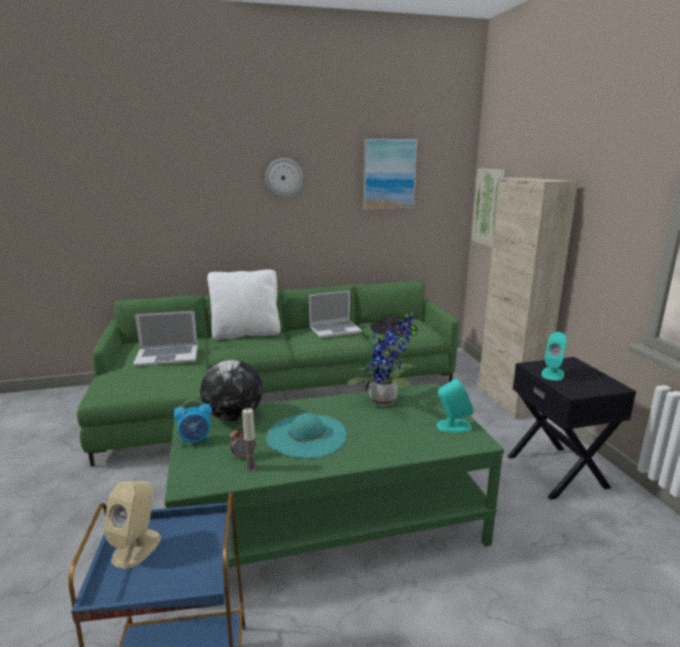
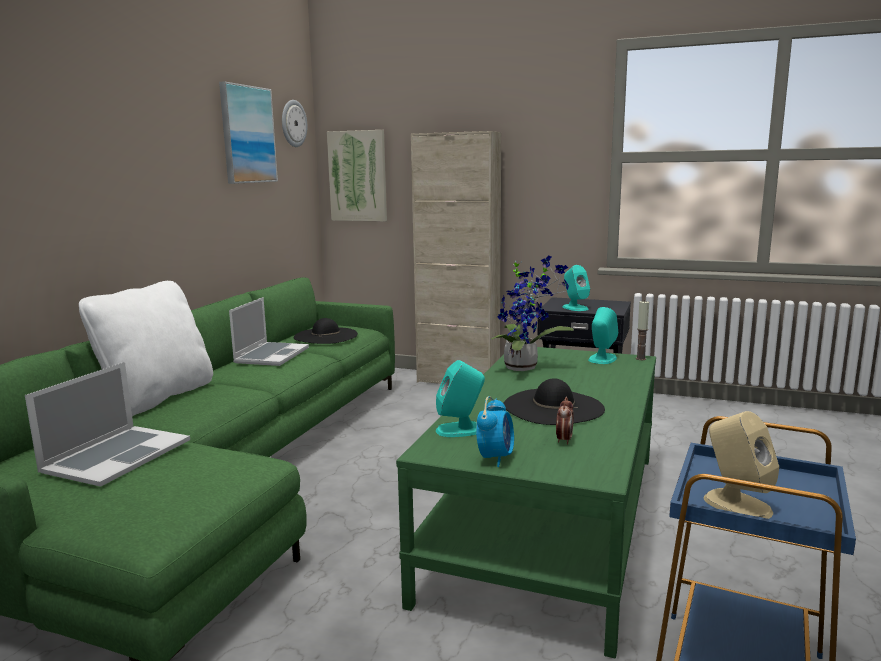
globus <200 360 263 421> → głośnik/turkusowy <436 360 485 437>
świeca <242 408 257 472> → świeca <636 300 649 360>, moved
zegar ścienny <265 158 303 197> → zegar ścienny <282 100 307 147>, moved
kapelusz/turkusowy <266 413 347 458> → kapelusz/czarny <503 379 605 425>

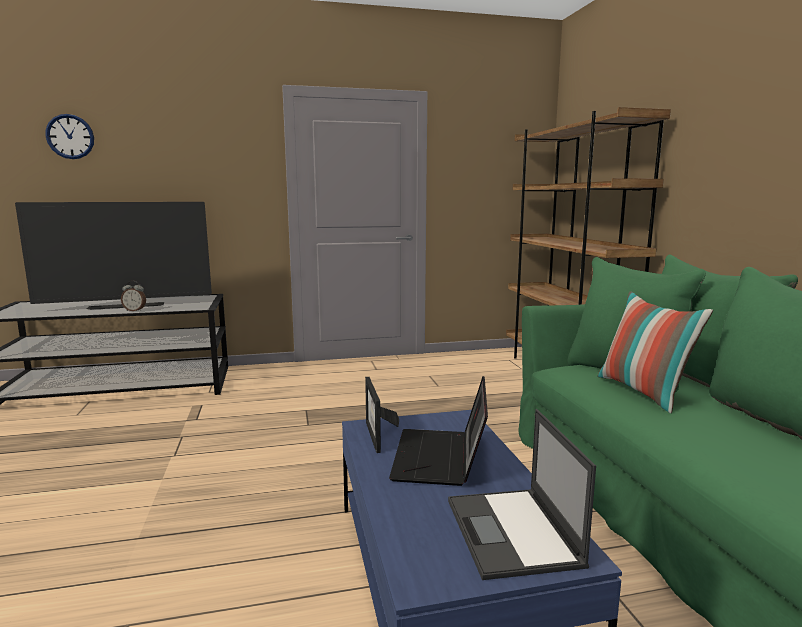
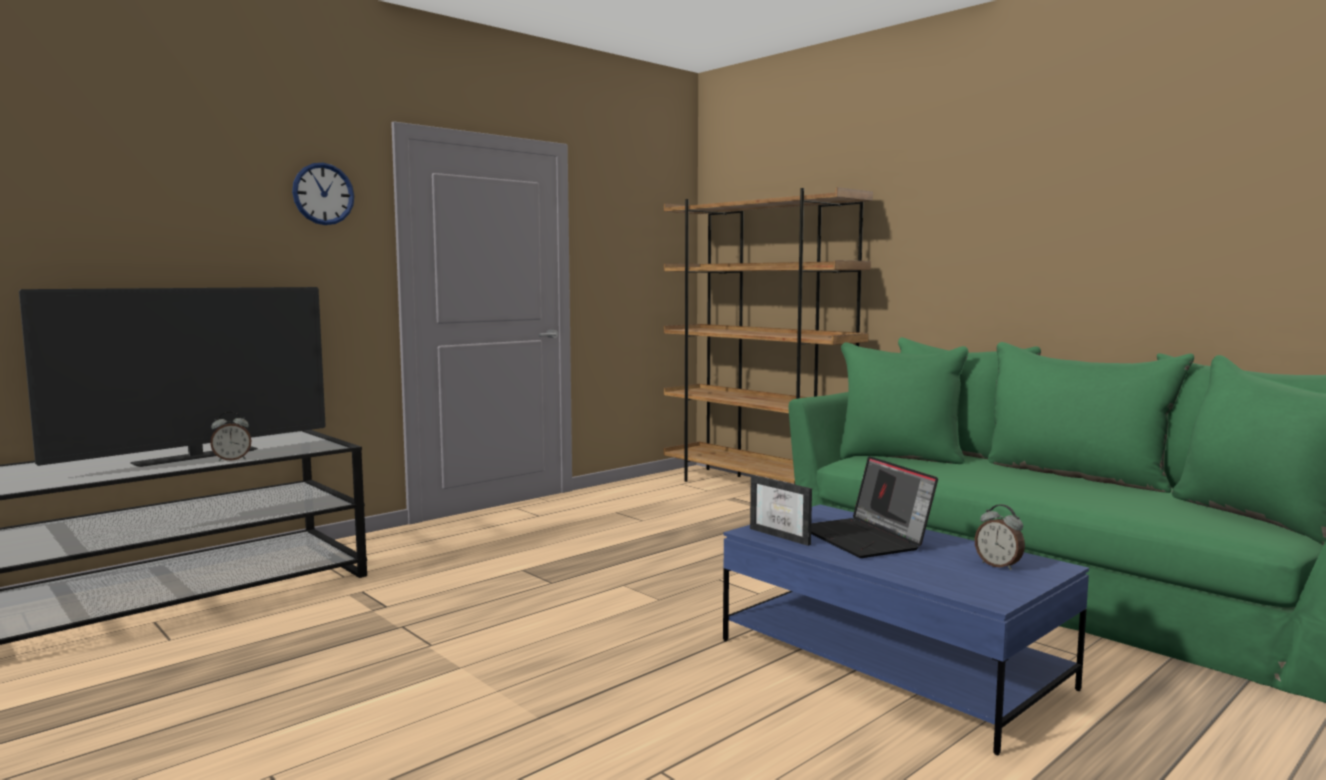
zegar ścienny <45 114 94 159> → zegar ścienny <292 163 354 225>, moved
laptop <448 409 596 580> → budzik <975 504 1025 570>
poduszka <597 291 713 413> → -

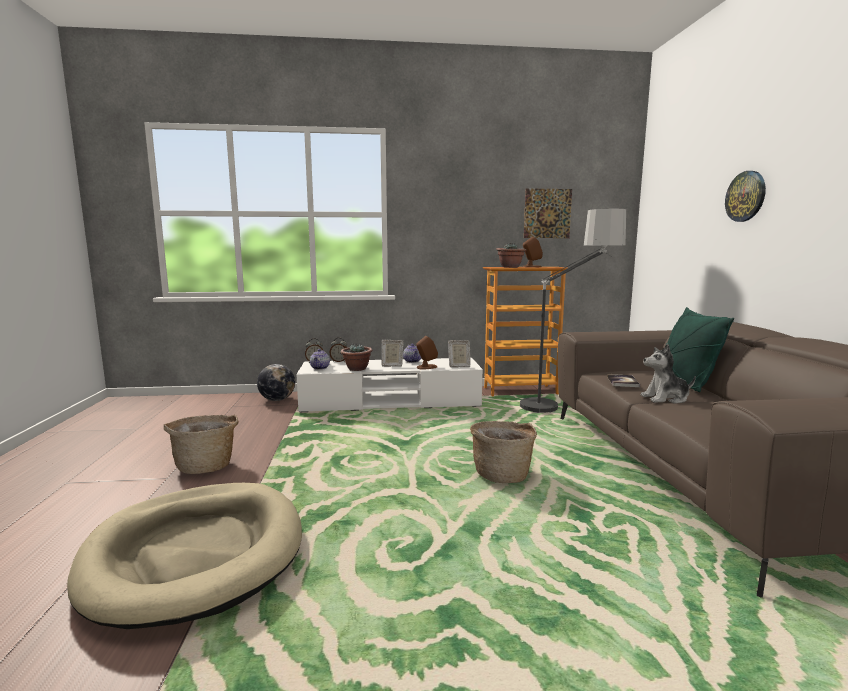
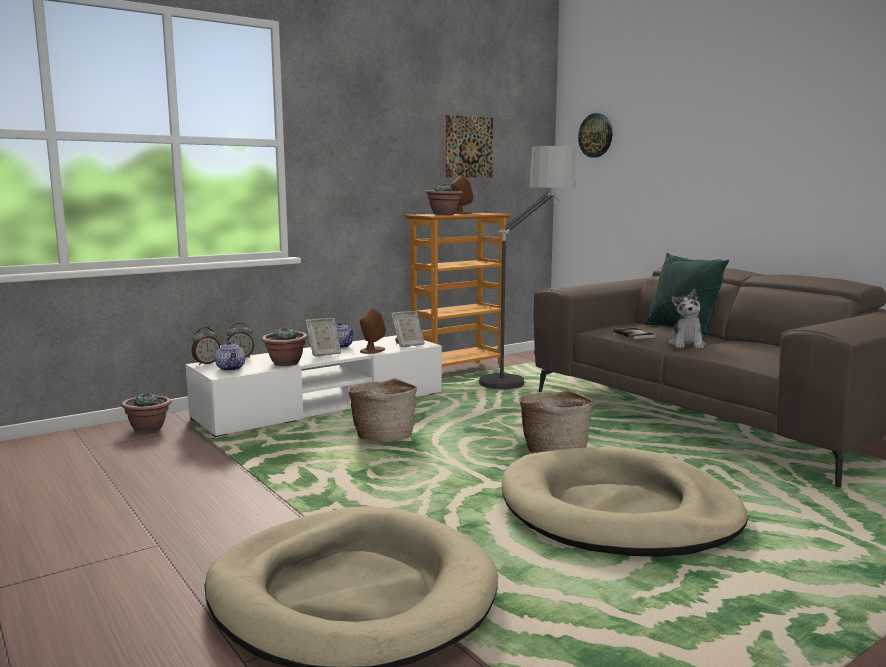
koszyk <164 415 239 474> → koszyk <348 378 417 442>, moved
globus <257 364 295 401> → roślina doniczkowa <121 392 171 433>
pluszak <641 344 696 404> → pluszak <668 289 705 349>, 45 degrees counterclockwise
zegar ścienny <725 171 766 222> → zegar ścienny <578 113 613 158>, moved
- → legowisko/beżowy <502 447 748 557>

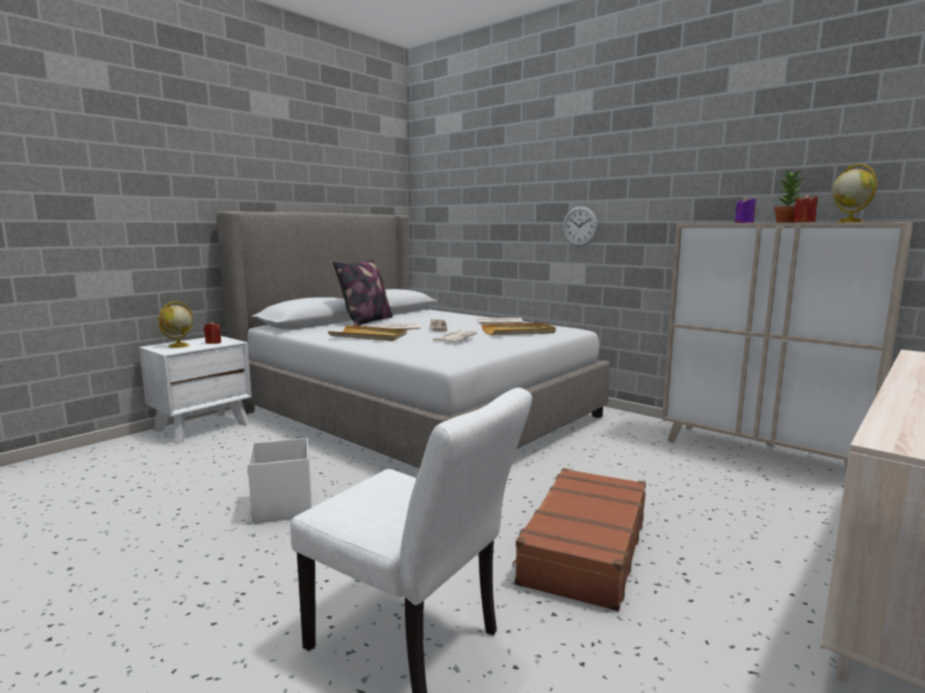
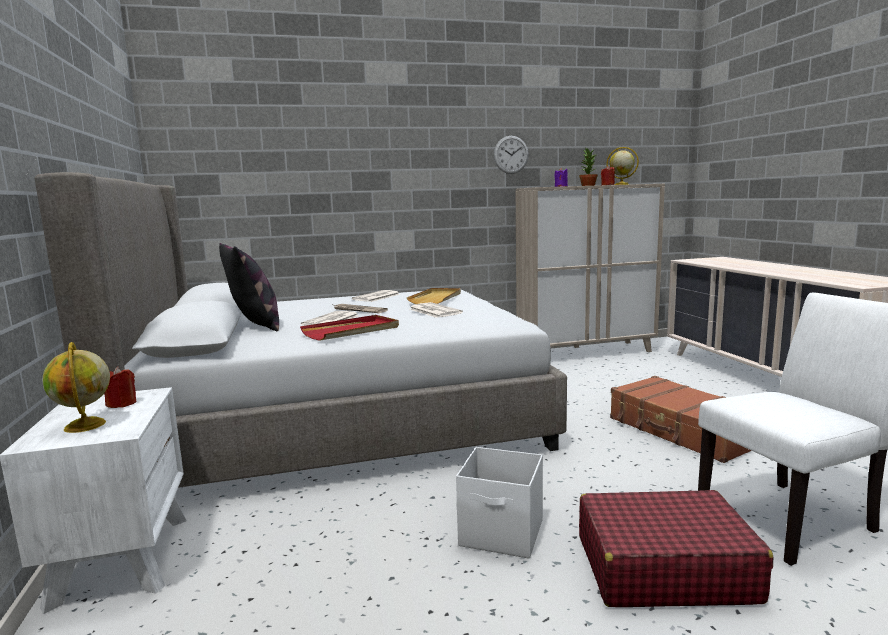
taca/beżowy <328 325 407 341> → taca/czerwony <300 315 399 341>
zegar ścienny <563 206 598 247> → zegar ścienny <494 136 529 174>, moved
- → walizka/czerwony <579 490 773 607>

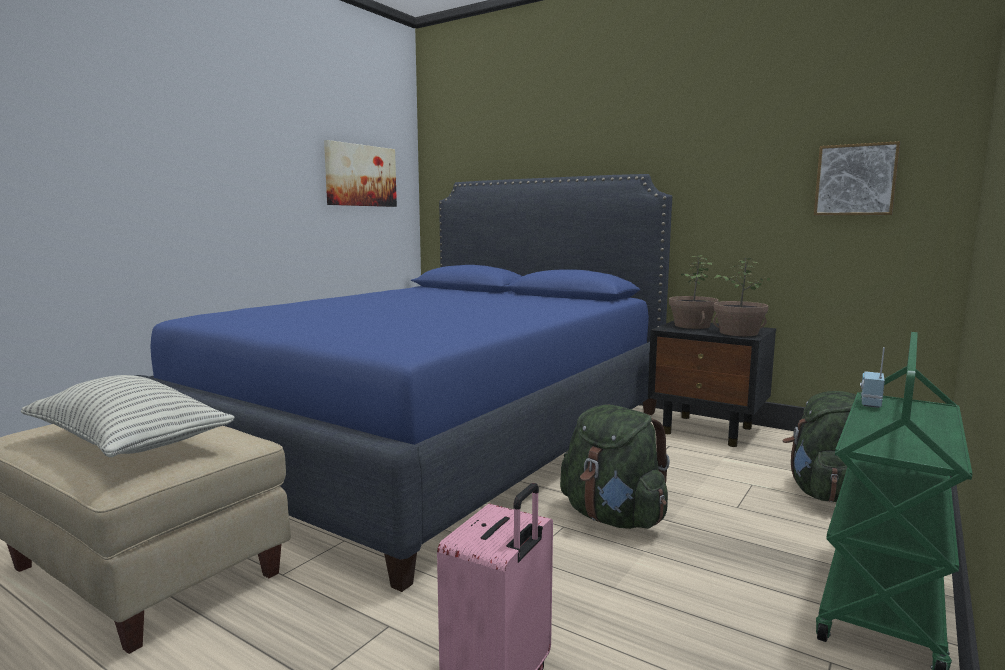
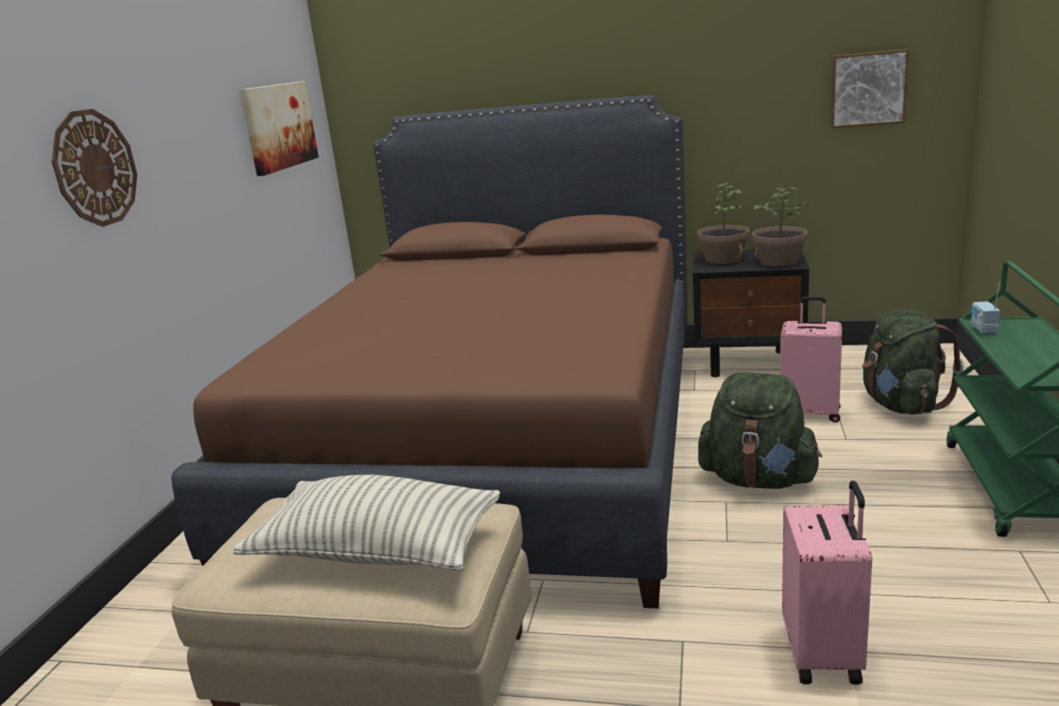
łóżko/niebieski <135 174 672 592> → łóżko/brązowy <171 95 688 609>
- → zegar ścienny <52 109 137 227>
- → walizka/różowy <780 297 842 422>

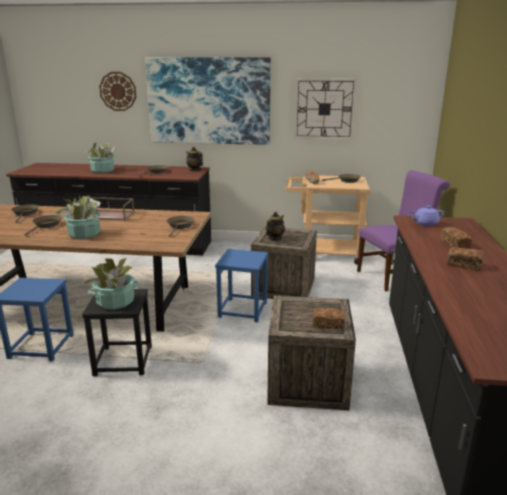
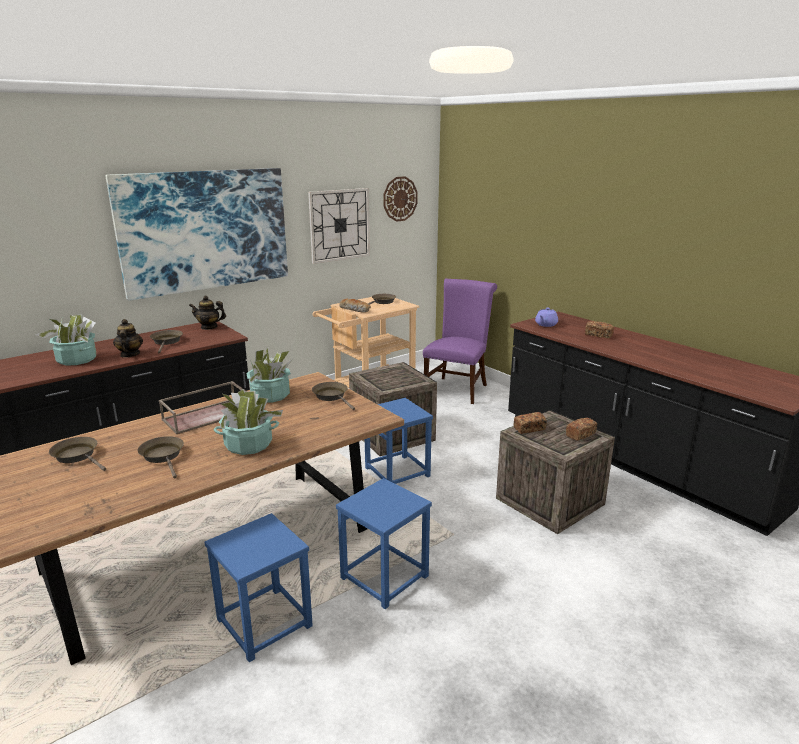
roślina doniczkowa <82 258 139 310> → roślina doniczkowa <246 348 293 403>, moved
stołek/czarny <82 289 152 376> → stołek/niebieski <336 478 432 609>
zegar ścienny <99 72 136 111> → zegar ścienny <383 176 418 222>, moved
imbryk <266 212 285 240> → imbryk <113 319 143 357>, moved
chleb <447 247 484 270> → chleb <514 412 547 434>, moved

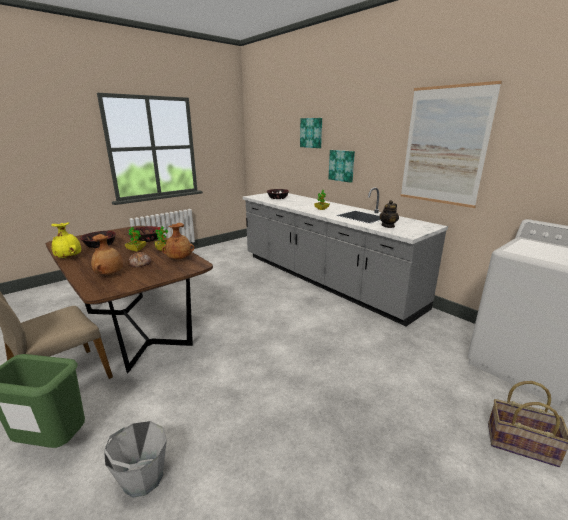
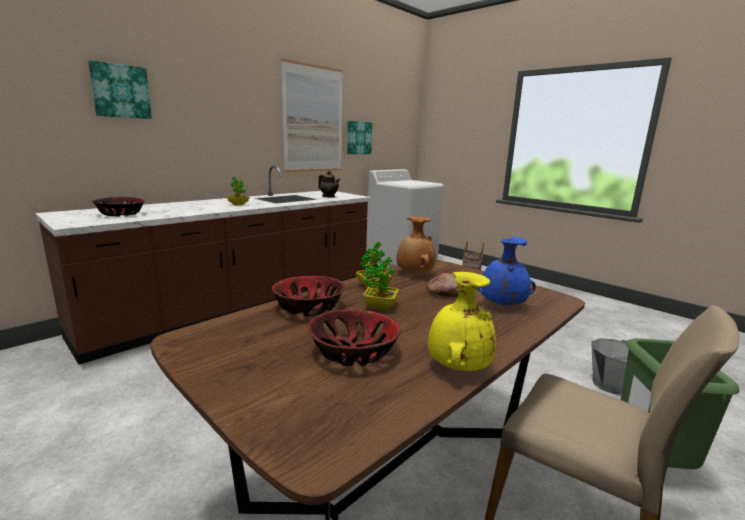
wazon/brązowy <91 234 123 275> → wazon/niebieski <477 237 536 306>
zabudowa kuchenna/szary <243 188 448 326> → zabudowa kuchenna/brązowy <35 165 371 365>
obraz <328 150 355 183> → obraz <347 121 372 154>, moved

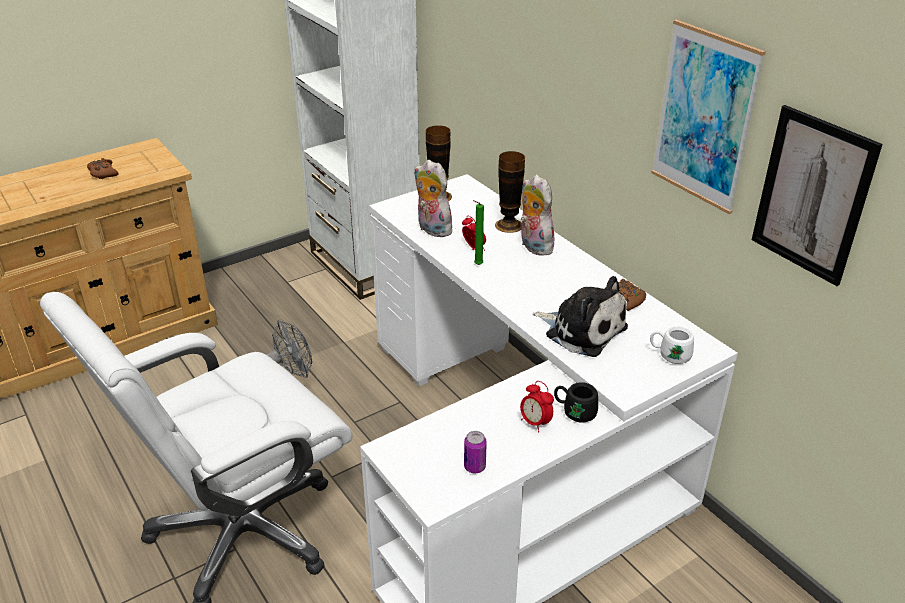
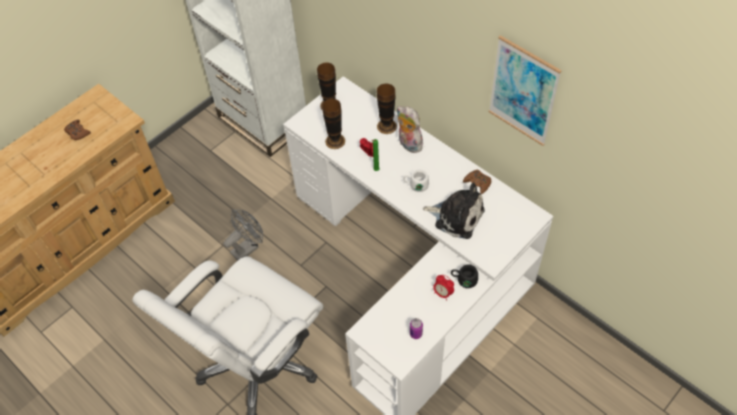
pluszak <414 160 452 237> → wazon <322 99 345 149>
kubek/biały <650 326 694 364> → kubek/biały <403 170 429 192>, moved
obraz <752 105 883 286> → -

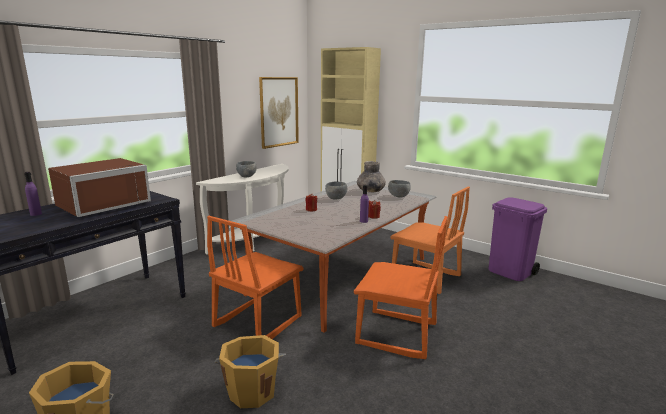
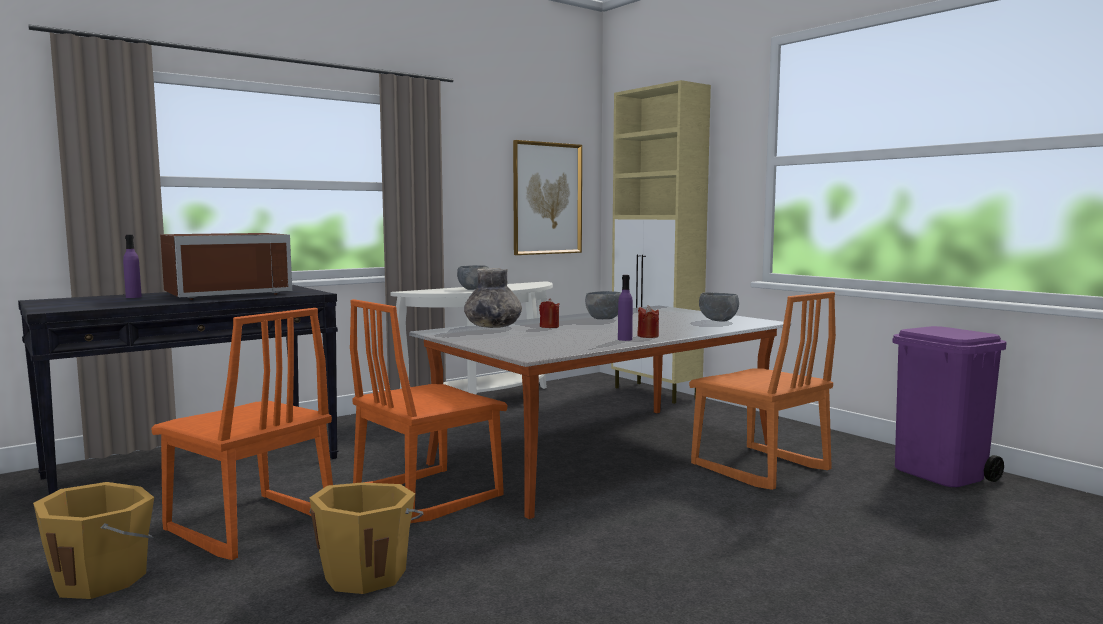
krzesło/pomarańczowy <354 216 447 359> → krzesło/pomarańczowy <151 308 333 560>, moved
wazon/szary <357 161 386 192> → wazon/szary <464 268 522 328>, moved

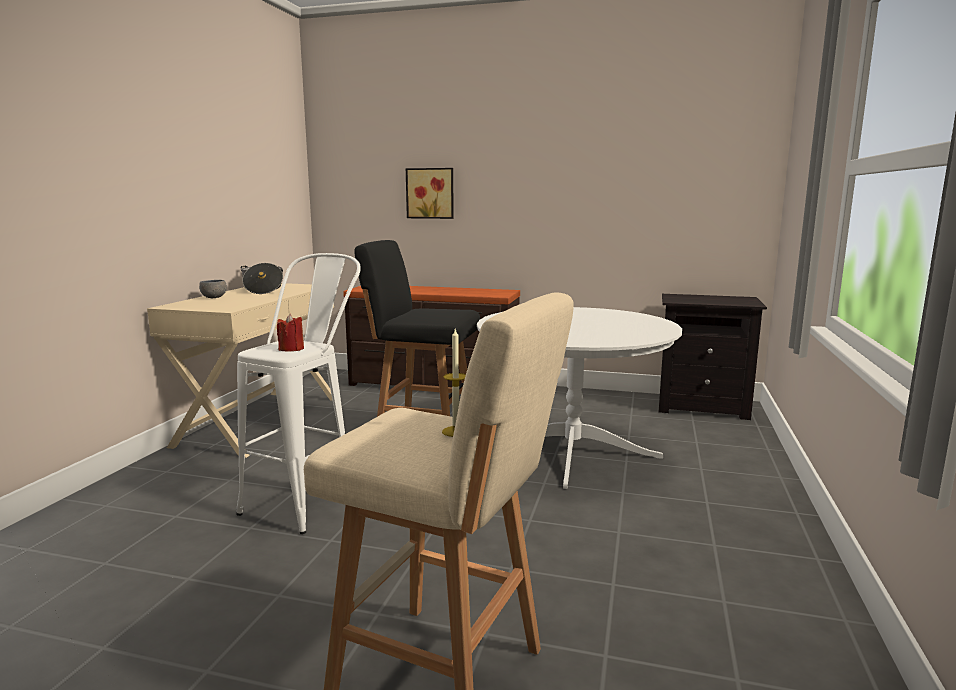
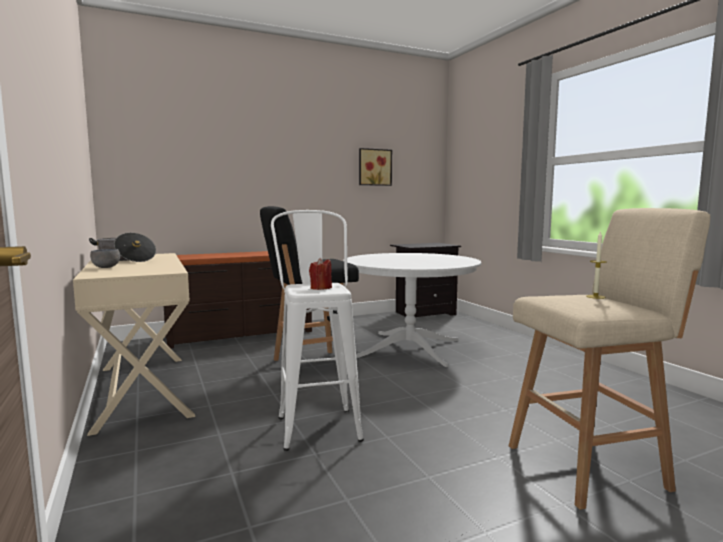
obraz <406 168 454 219> → obraz <359 148 392 186>, moved

